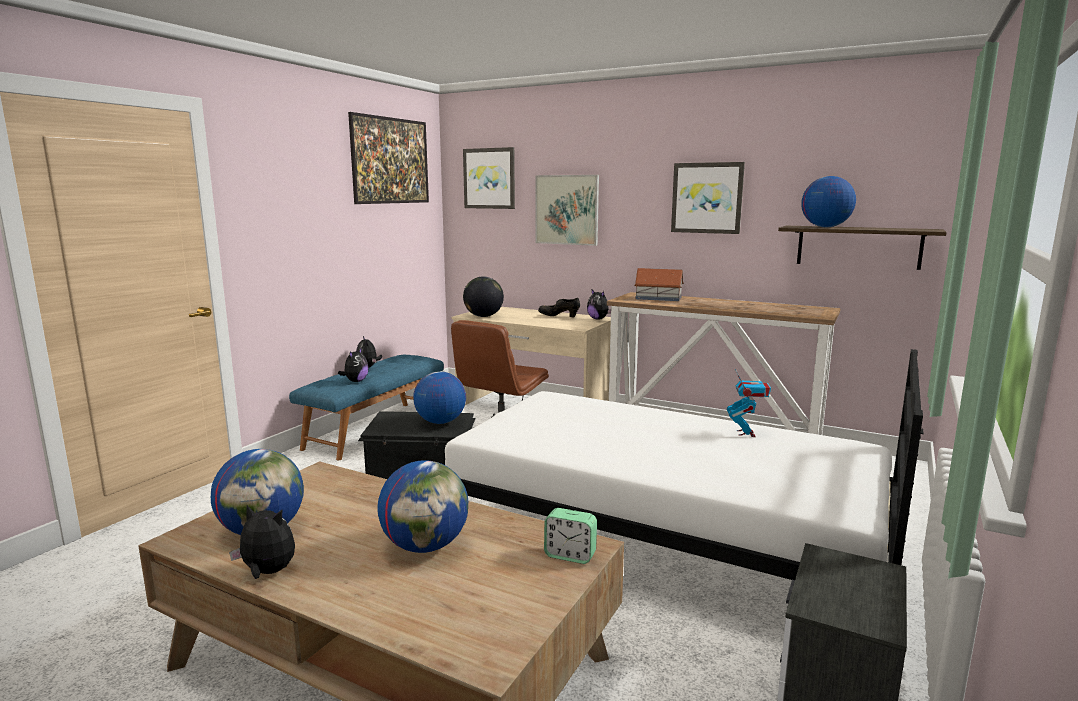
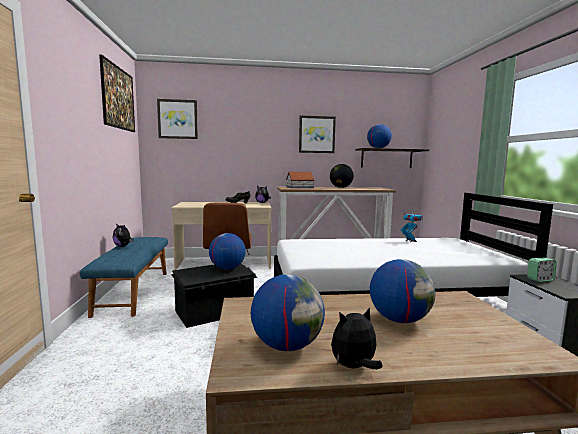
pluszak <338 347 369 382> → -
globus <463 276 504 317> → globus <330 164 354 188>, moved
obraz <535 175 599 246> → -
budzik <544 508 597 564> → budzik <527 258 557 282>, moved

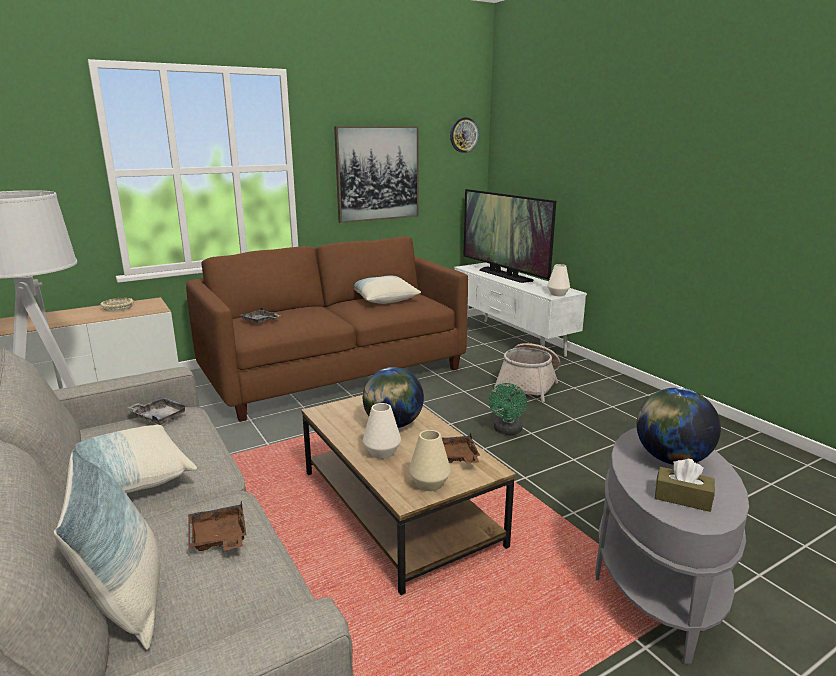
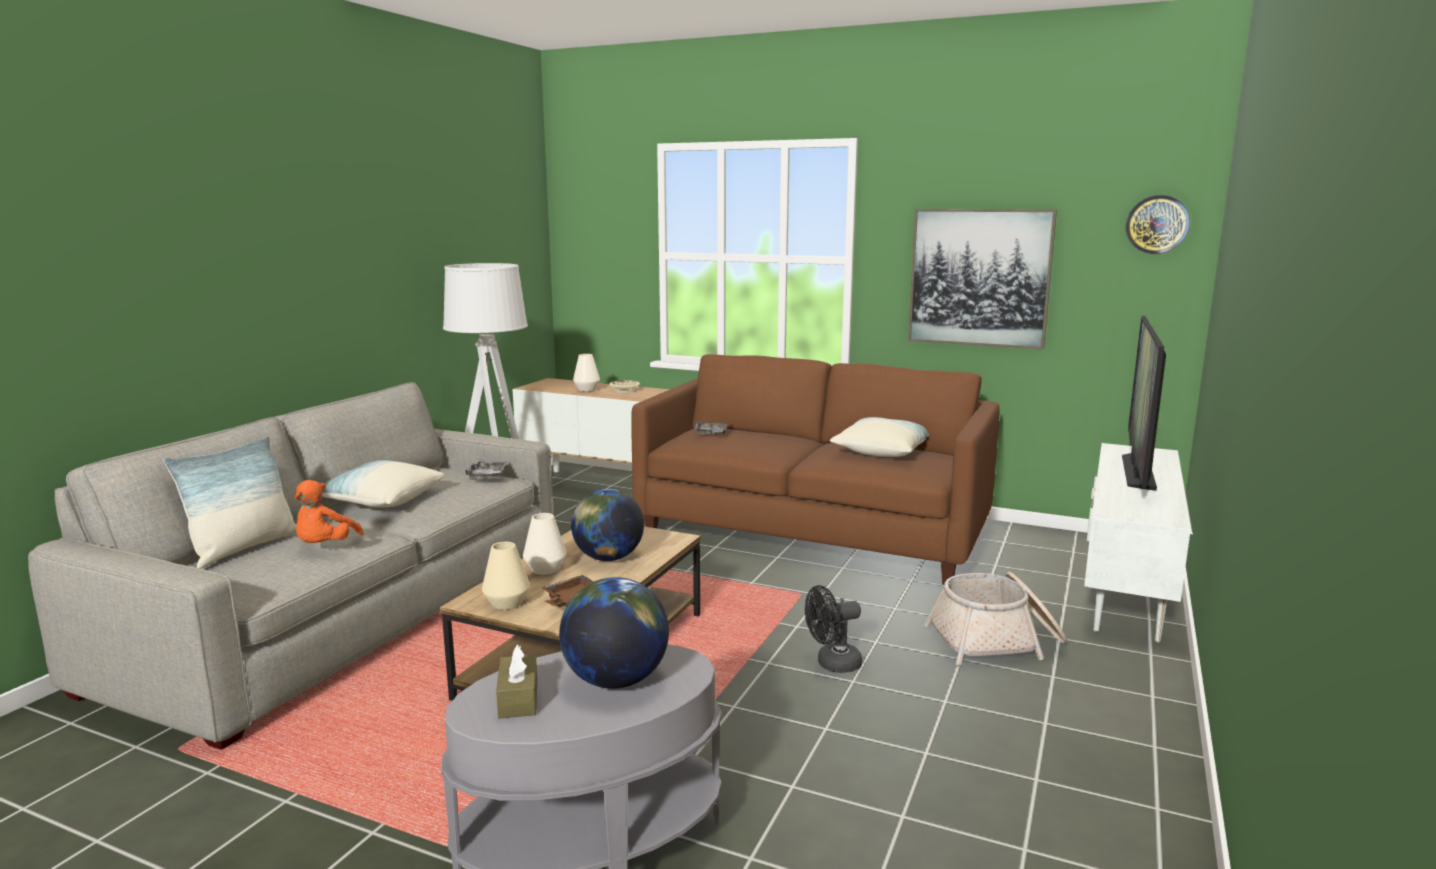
taca/brązowy <188 500 247 551> → pluszak/pomarańczowy <294 480 364 543>
wentylator/zielony <488 383 527 435> → wentylator/czarny <805 585 862 673>
wazon/biały <547 264 570 296> → wazon/biały <573 354 600 392>, moved

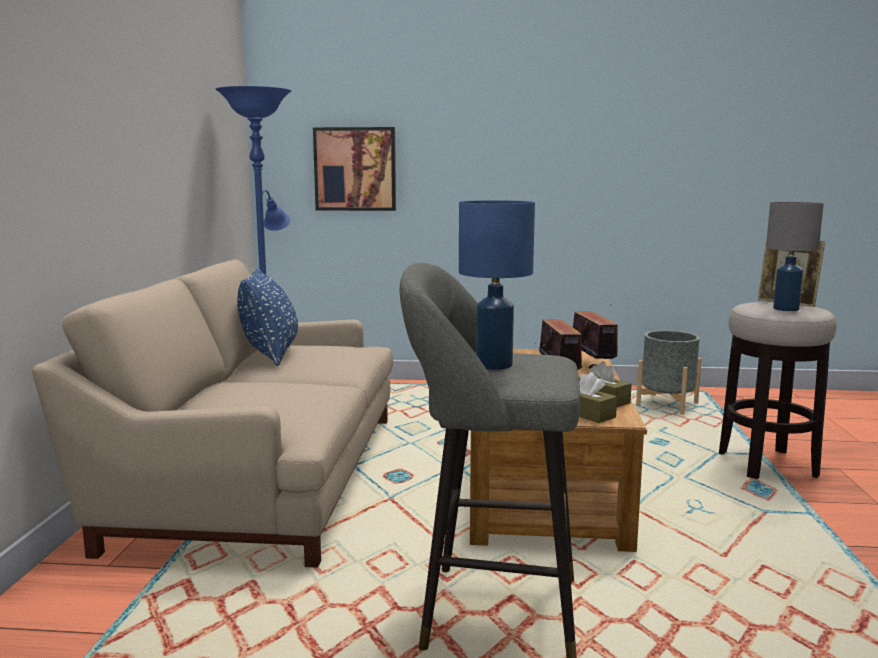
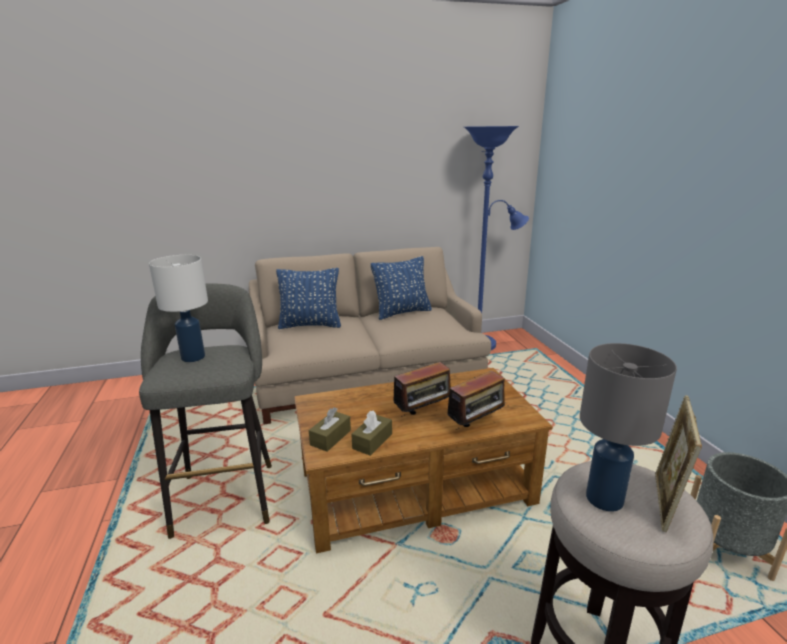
obraz <313 127 396 211> → -
lampa stołowa/niebieski <459 200 535 370> → lampa stołowa/biały <149 255 208 362>
- → poduszka/niebieski <276 268 341 329>

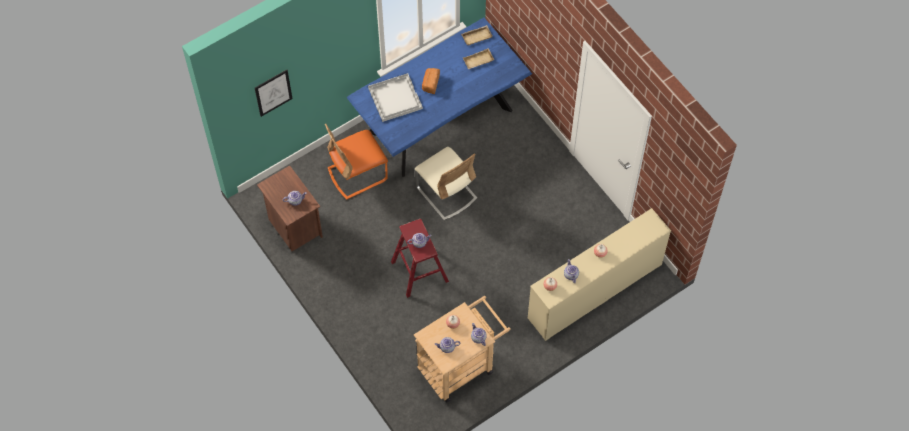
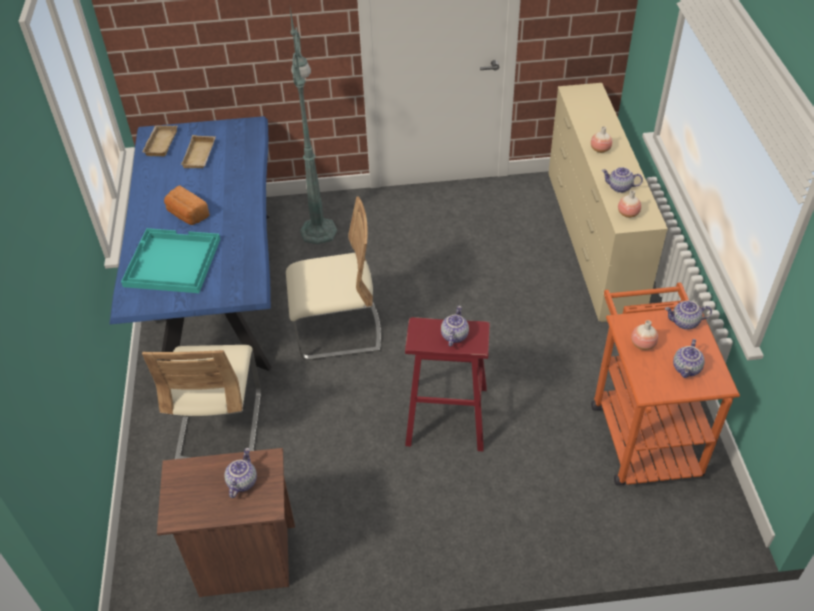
obraz <255 70 292 117> → -
krzesło/pomarańczowy <325 124 388 200> → krzesło/beżowy <142 345 261 459>
taca/biały <368 73 423 122> → taca/turkusowy <121 228 220 293>
wózek/beżowy <414 296 511 402> → wózek/pomarańczowy <591 282 740 486>
- → lampa stojąca/zielony <290 8 337 244>

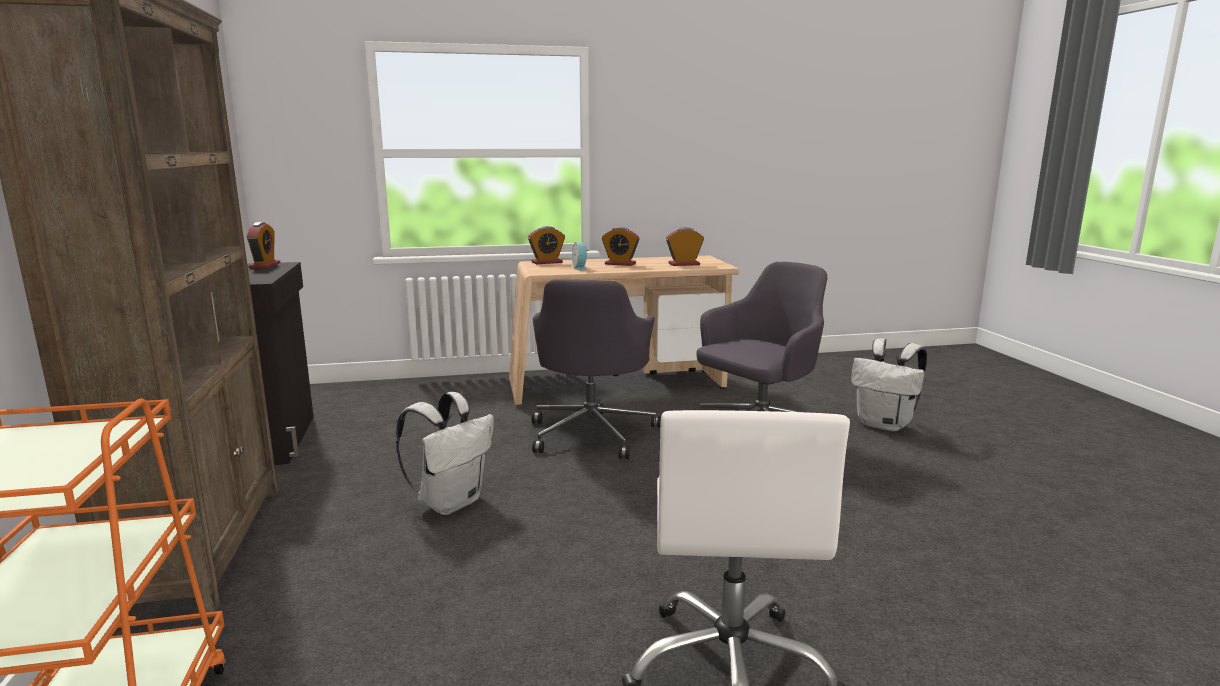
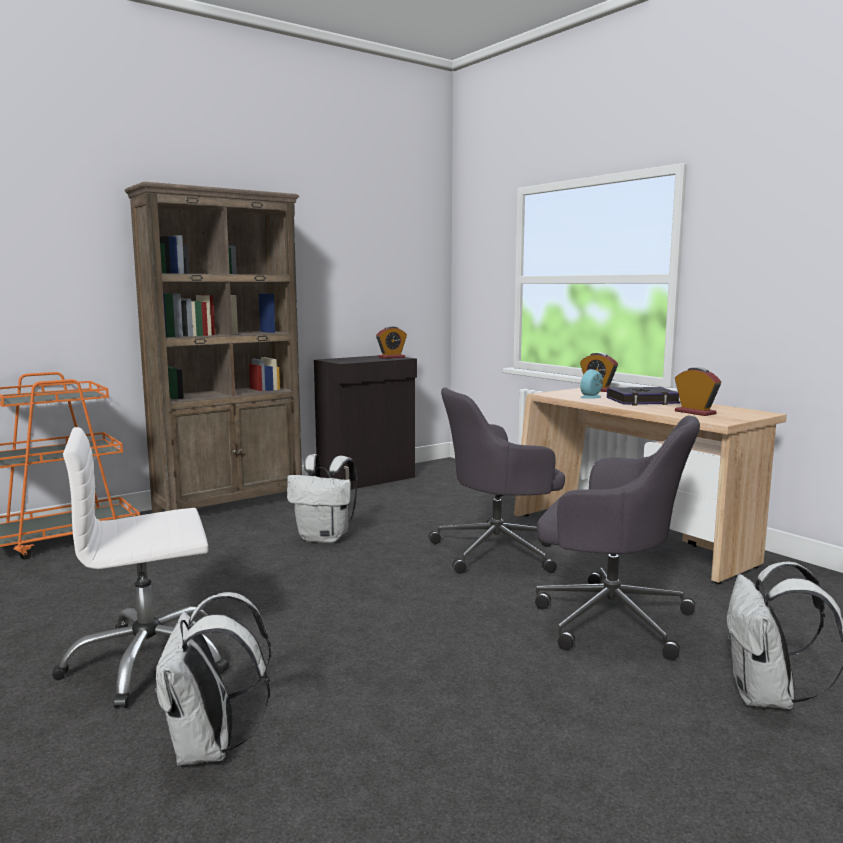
budzik <602 227 639 266> → książka <607 387 680 405>
- → plecak/biały <155 592 271 766>

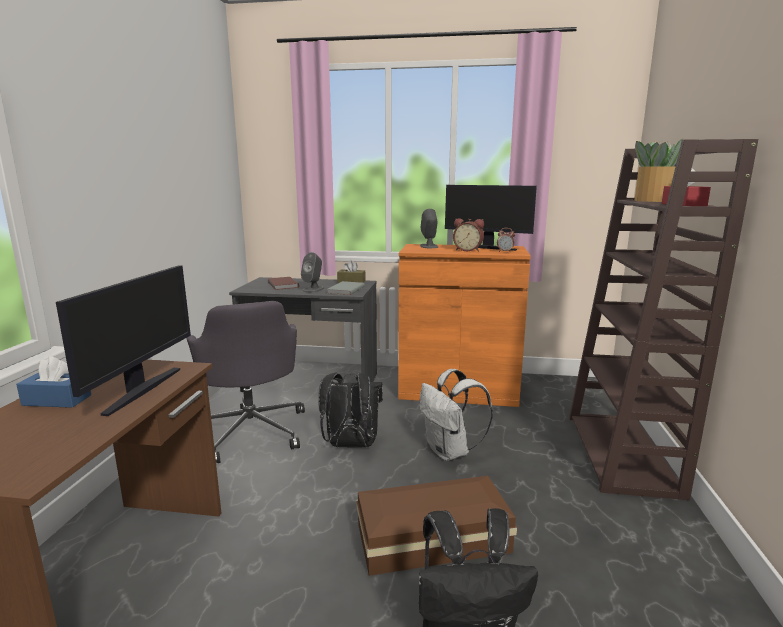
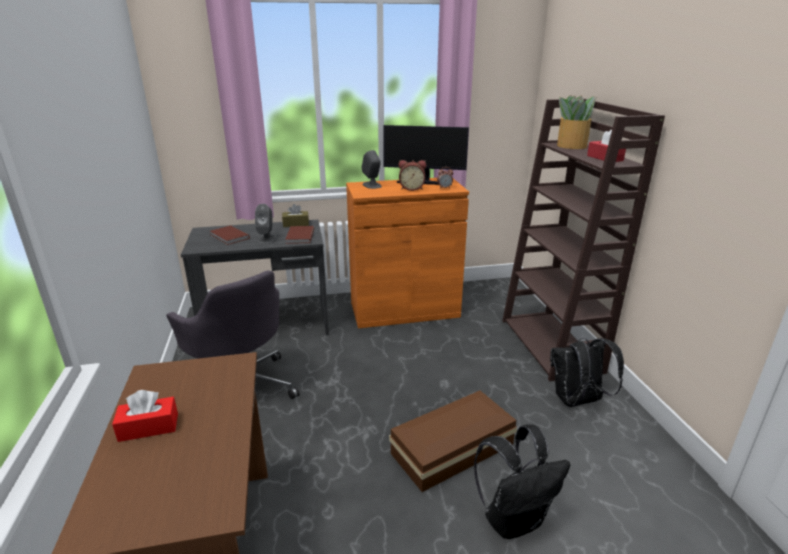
pudełko chusteczek/niebieski <16 356 91 408> → pudełko chusteczek/czerwony <112 390 178 442>
monitor <56 265 191 416> → -
plecak/czarny <318 373 383 447> → plecak/czarny <550 338 624 407>, moved
książka/szary <327 281 365 295> → książka/brązowy <285 226 314 244>
plecak/biały <419 369 493 461> → -

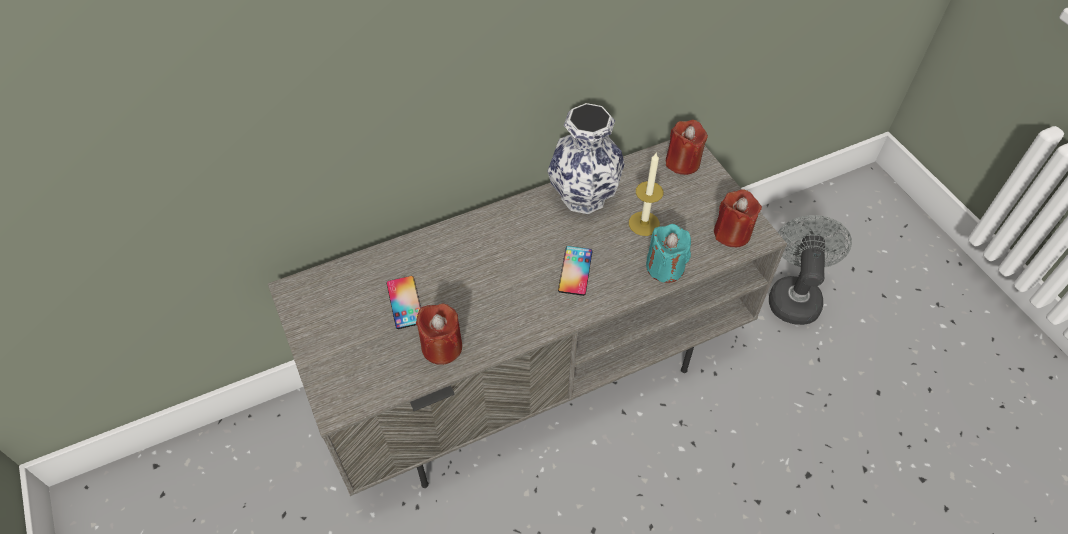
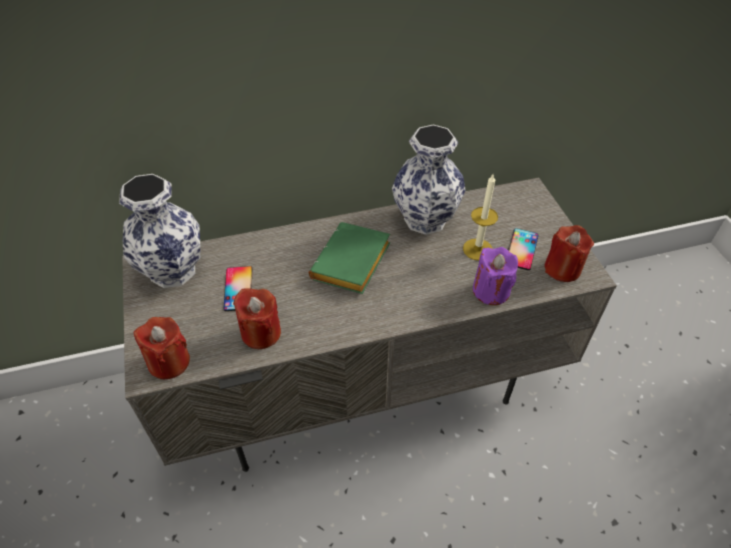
telefon <558 246 592 296> → telefon <508 228 539 270>, moved
świeca/turkusowy <646 224 691 283> → świeca/fioletowy <473 247 518 305>
świeca/czerwony <666 120 708 175> → świeca/czerwony <134 317 190 379>, moved
wentylator/szary <769 215 852 325> → -
- → wazon <119 174 201 288>
- → książka/zielony <309 222 390 294>

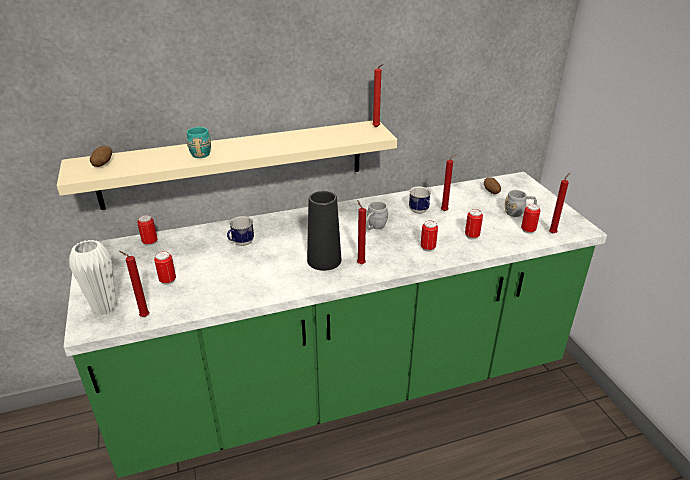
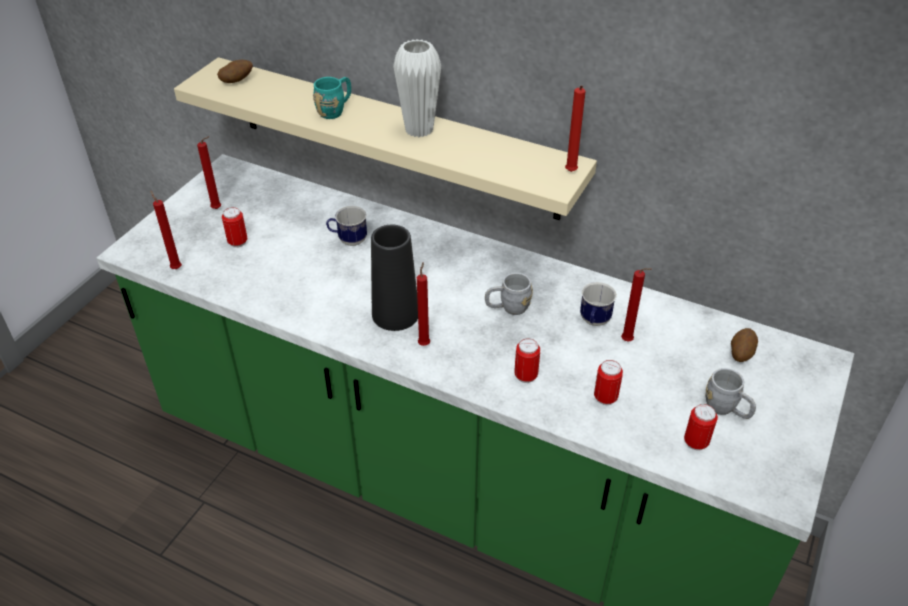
wazon/biały <69 240 117 315> → wazon/biały <393 39 441 137>, moved
puszka <137 215 158 246> → -
świeca/czerwony <549 173 570 234> → świeca/czerwony <197 136 221 209>, moved

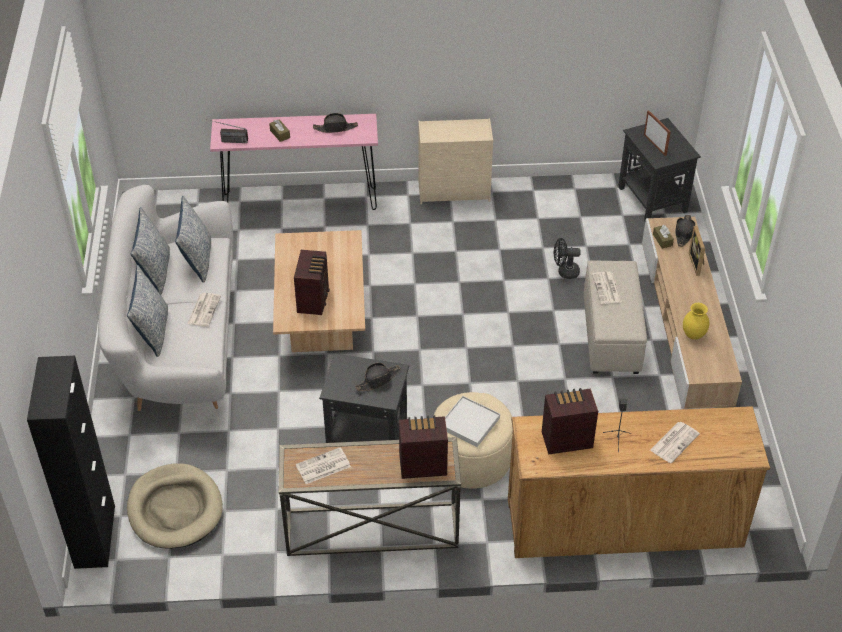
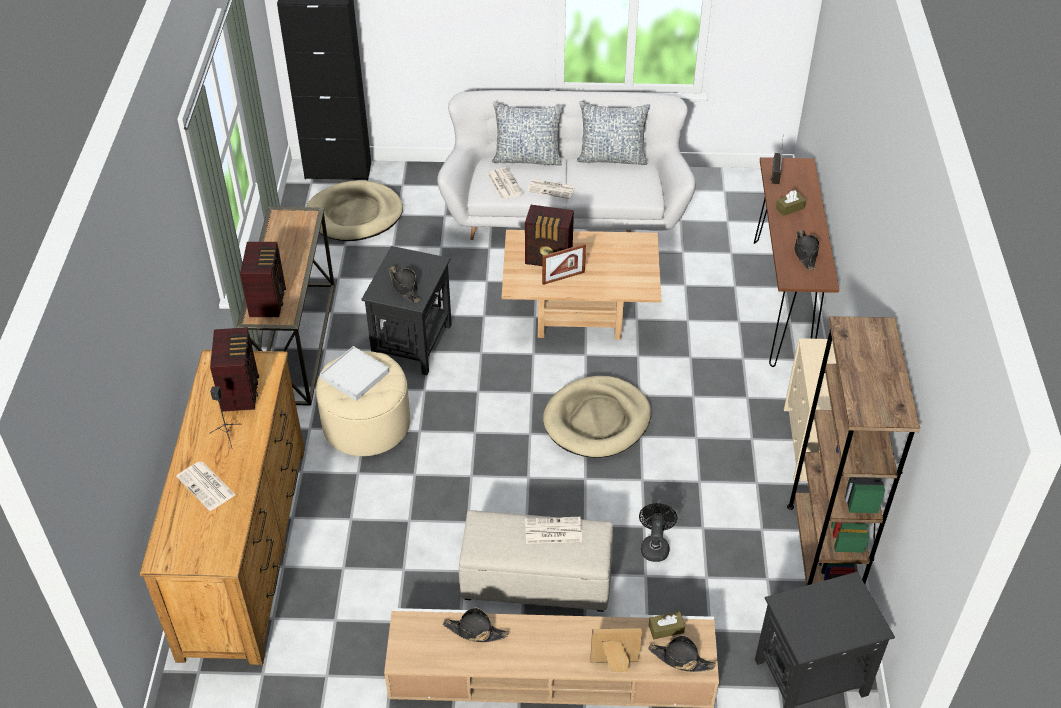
poduszka <175 196 211 283> → -
stolik konsolowy/różowy <210 114 378 210> → stolik konsolowy/brązowy <754 157 839 367>
gazeta <296 447 351 484> → gazeta <487 167 524 200>, moved
ramka na zdjęcie <644 110 671 156> → ramka na zdjęcie <542 244 586 285>, moved
wazon/żółty <683 303 709 340> → kapelusz/czarny <443 608 509 642>
- → legowisko/beżowy <543 376 651 458>
- → regał/brązowy <787 316 920 586>

